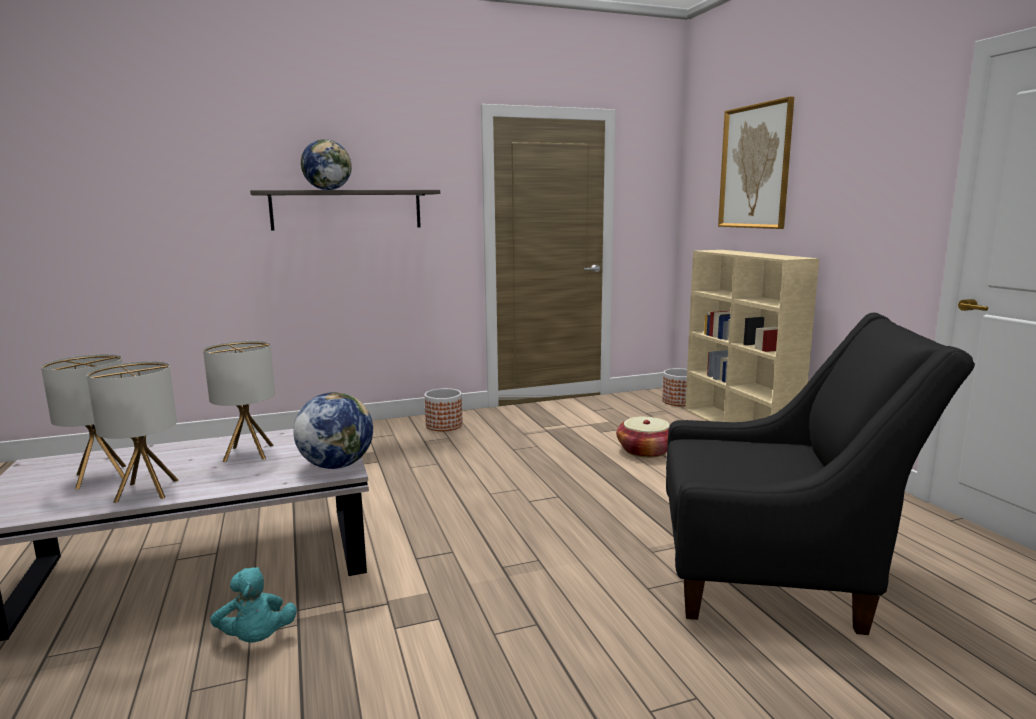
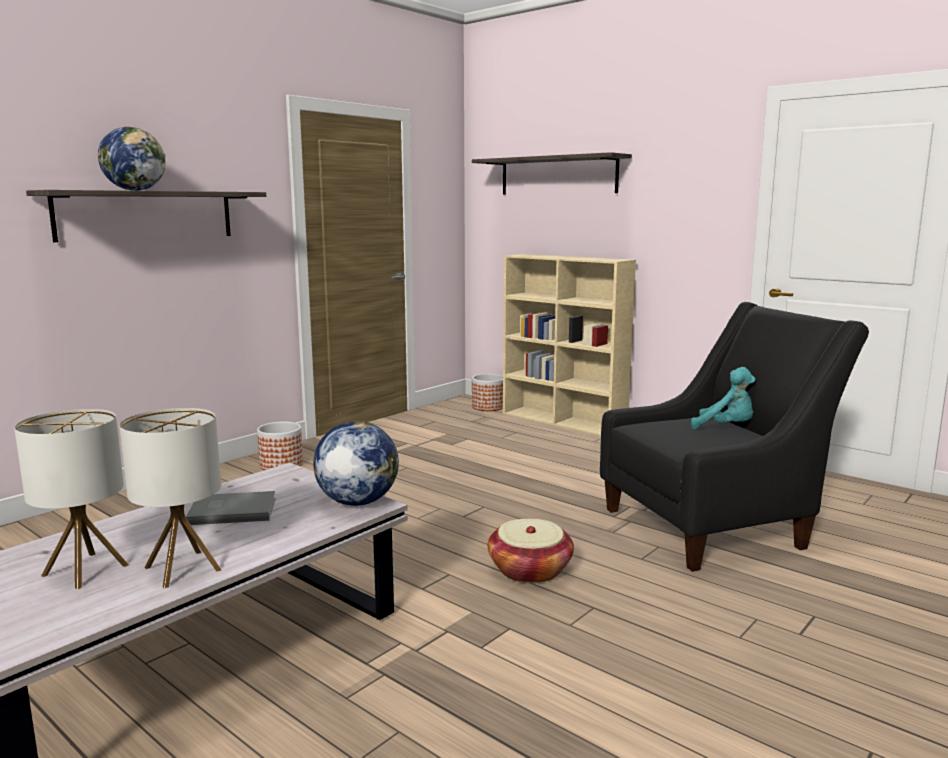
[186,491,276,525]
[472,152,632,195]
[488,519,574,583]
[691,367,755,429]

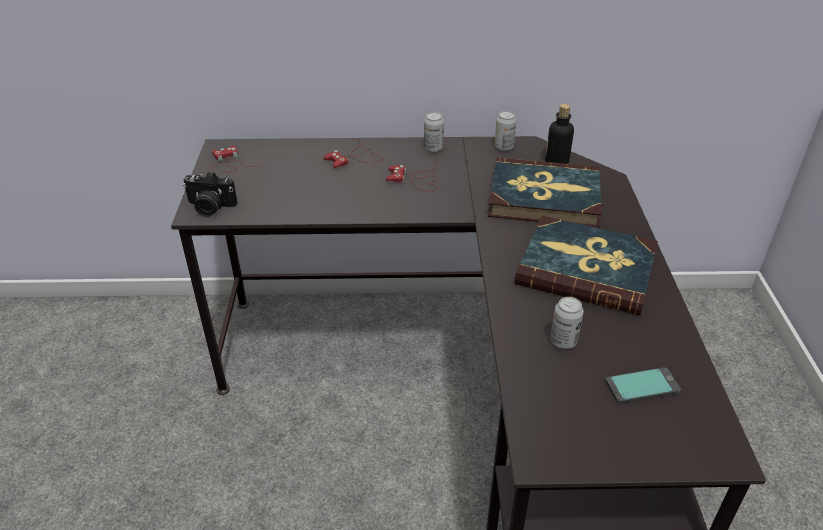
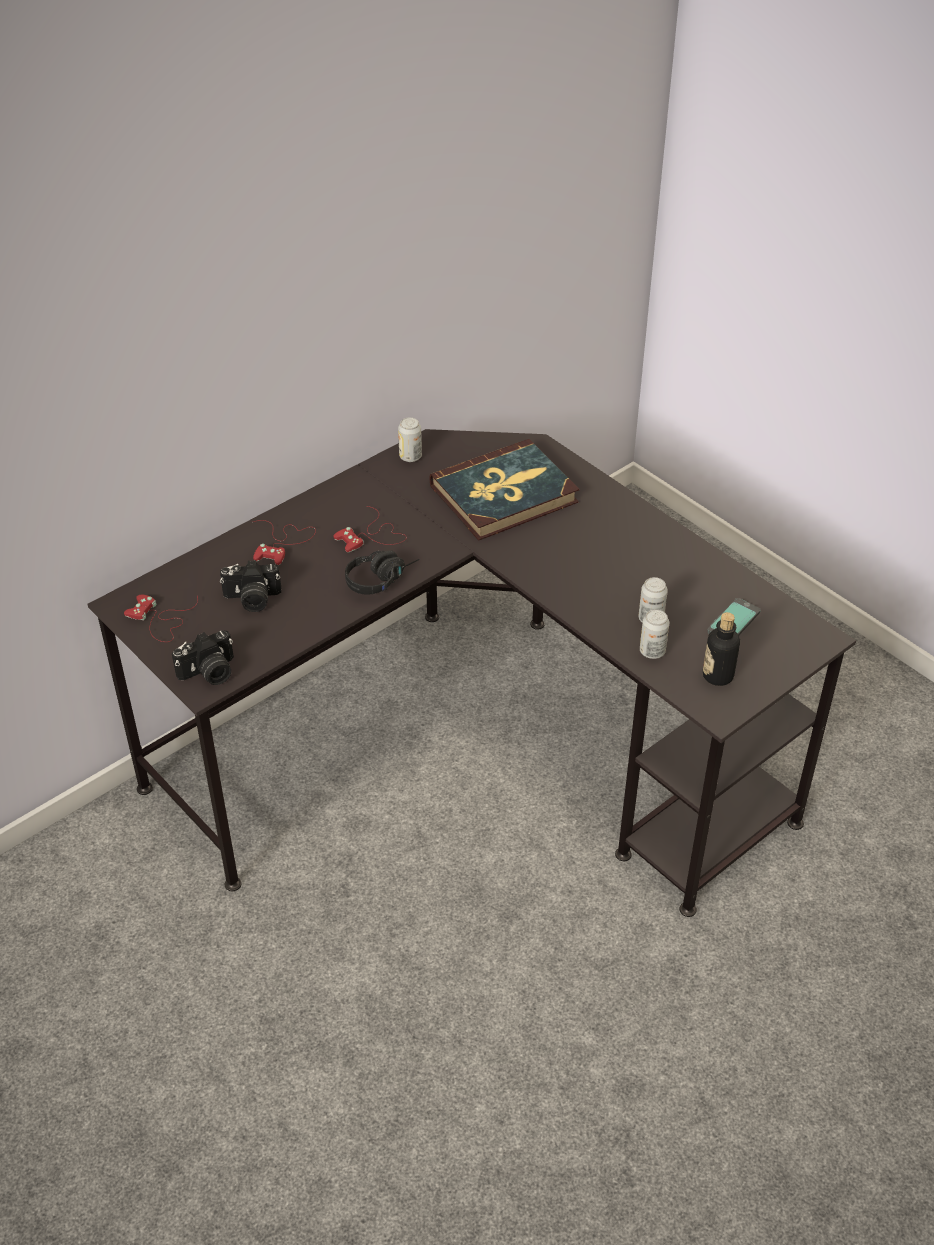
[220,560,281,612]
[345,550,420,595]
[640,609,669,659]
[703,612,740,686]
[515,216,658,316] (first image)

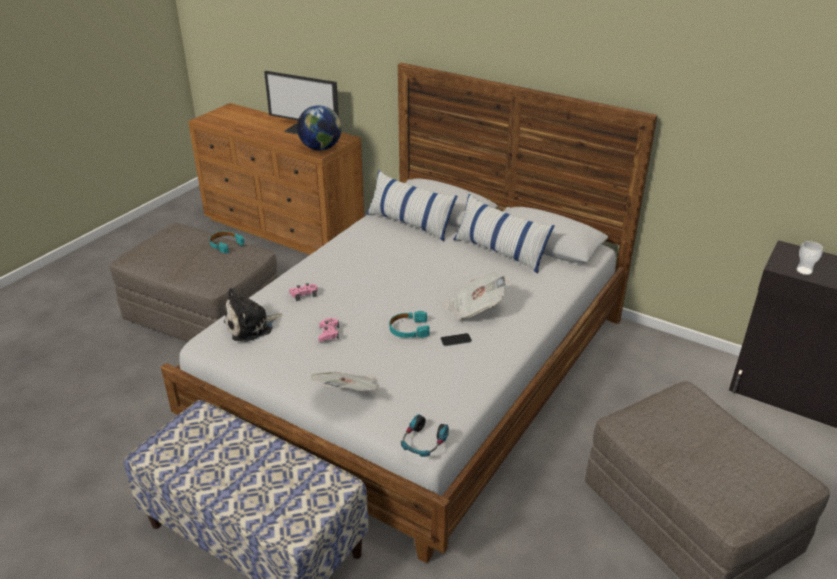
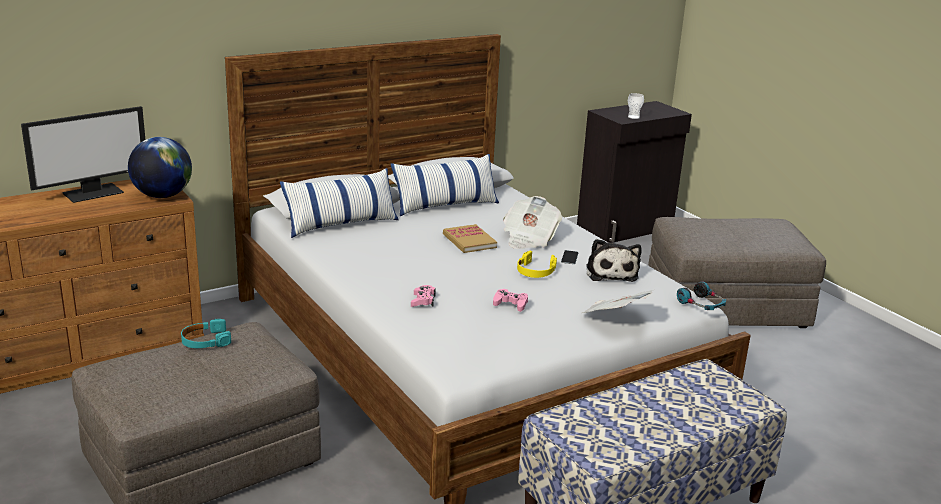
[443,224,497,253]
[517,251,557,278]
[586,239,642,282]

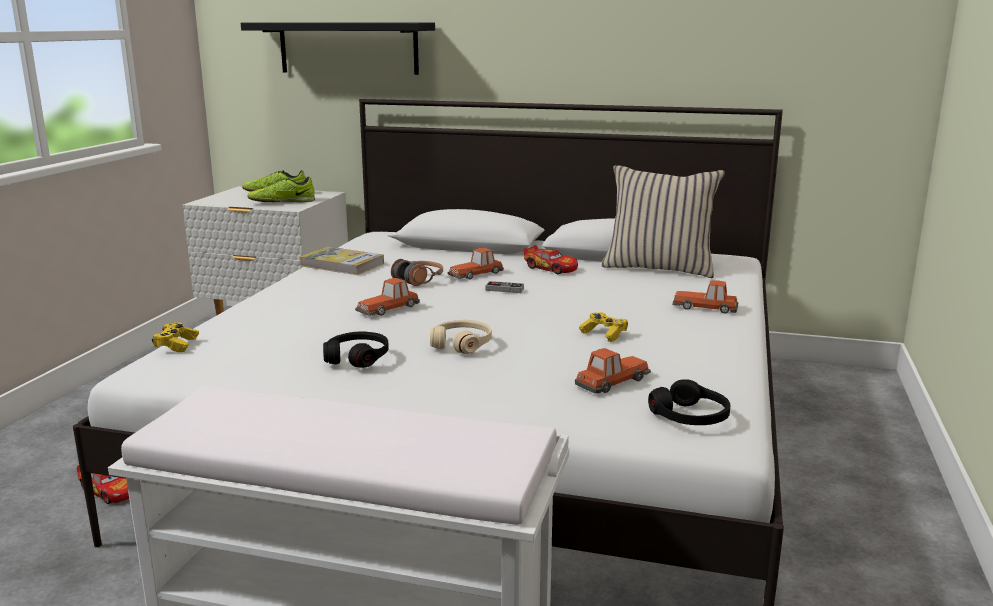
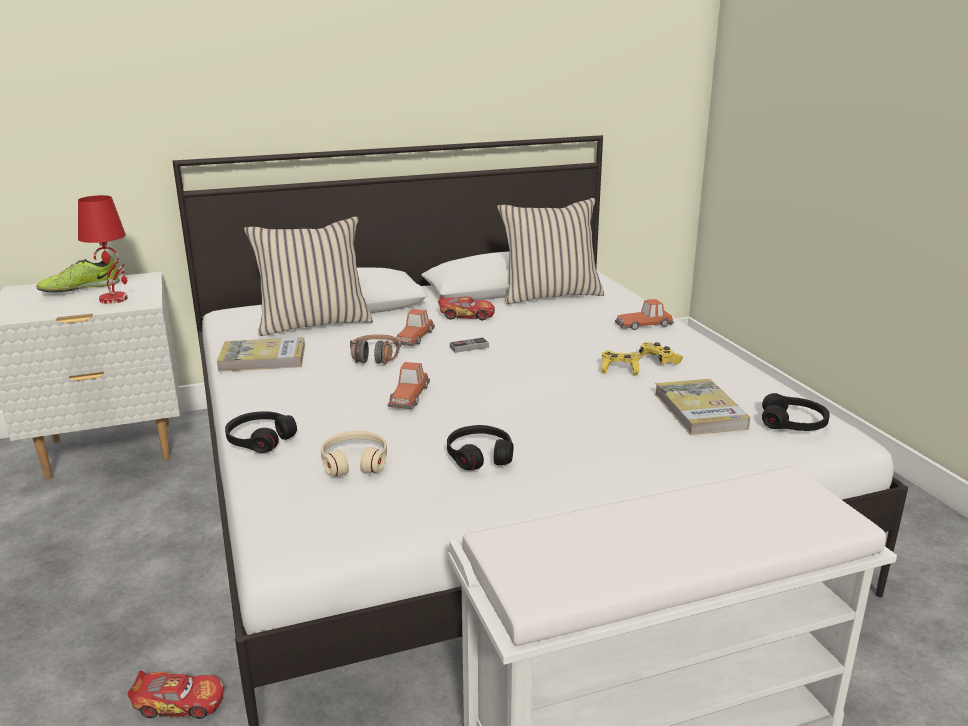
[78,195,128,304]
[225,411,297,453]
[244,216,373,336]
[321,430,387,476]
[639,342,683,365]
[655,379,750,435]
[241,22,435,75] (first image)

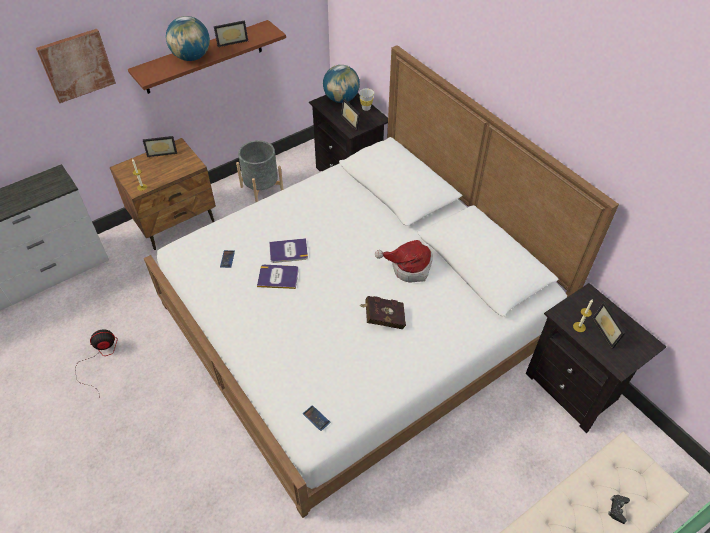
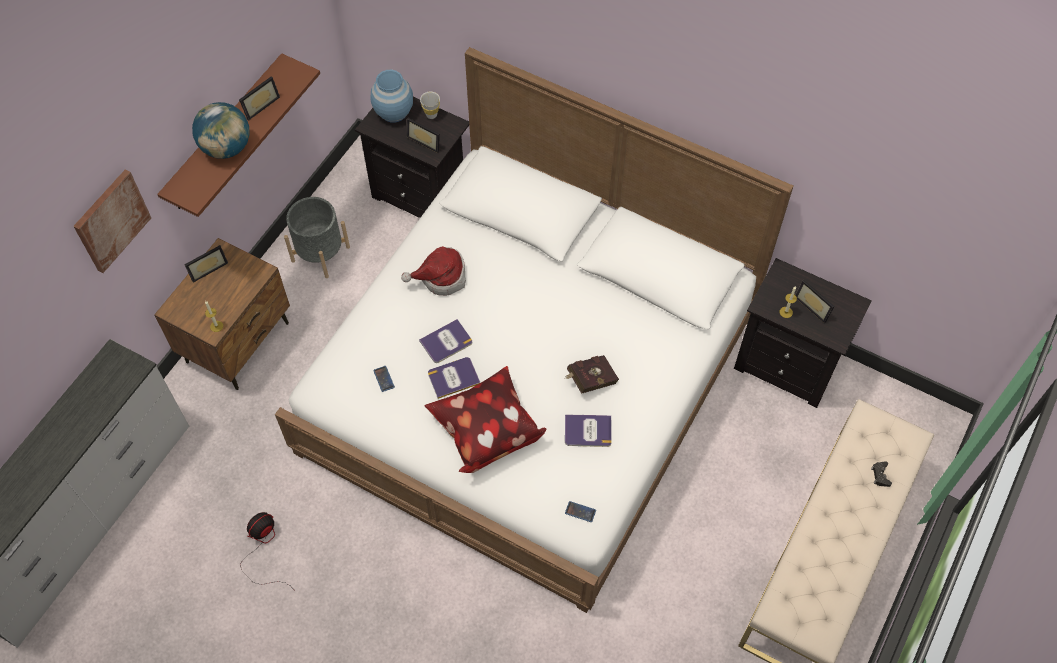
[371,70,413,123]
[401,246,466,296]
[424,366,546,473]
[565,414,612,447]

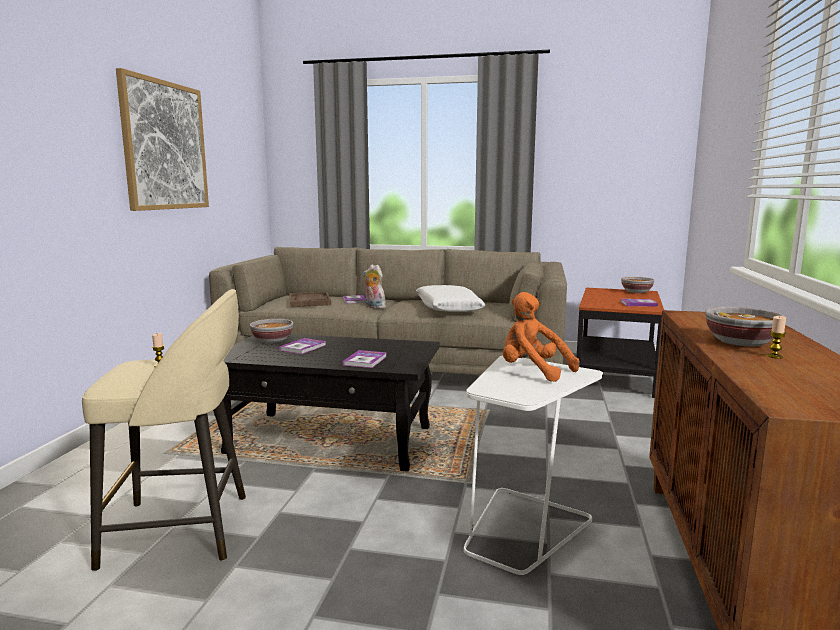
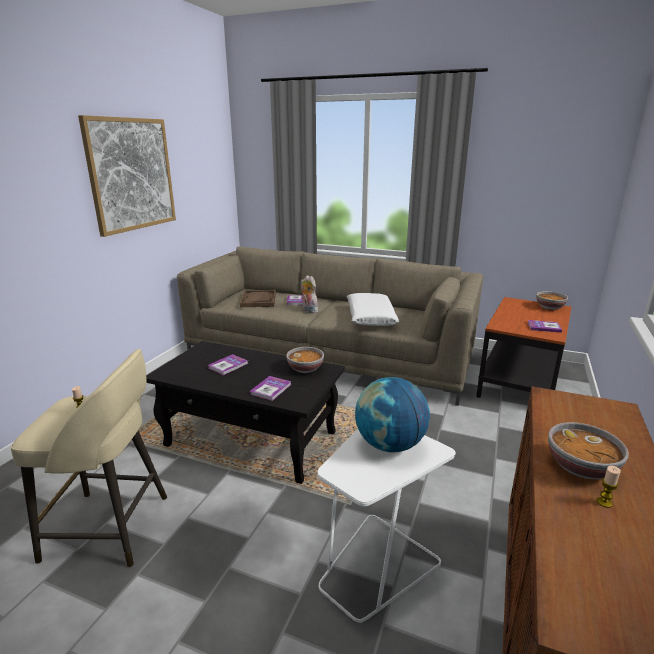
[286,347,324,373]
[355,377,430,453]

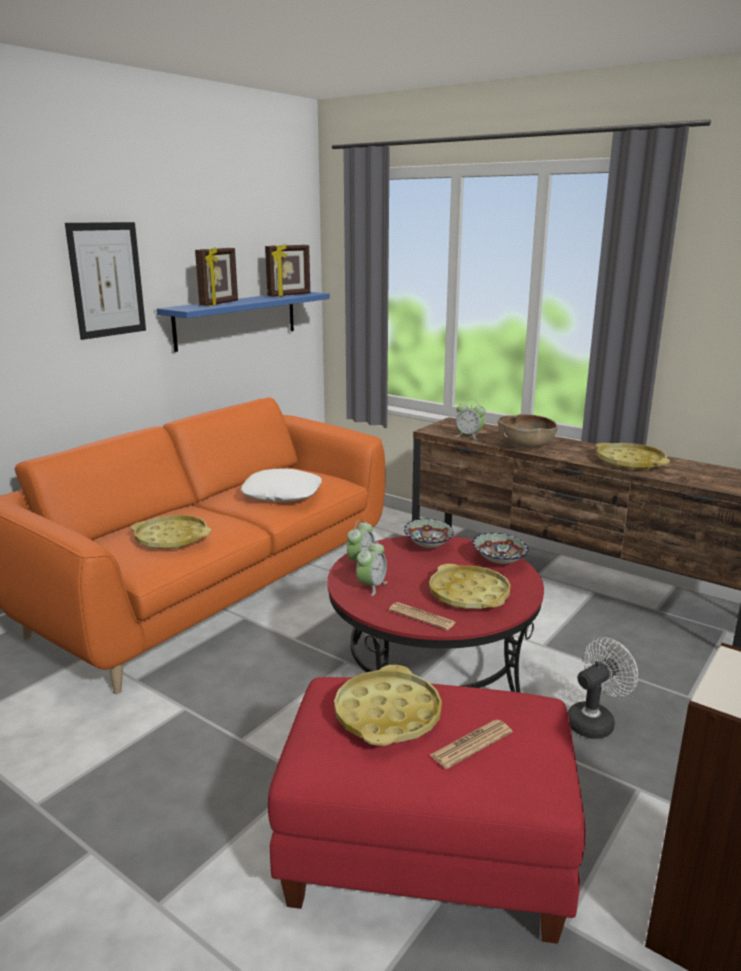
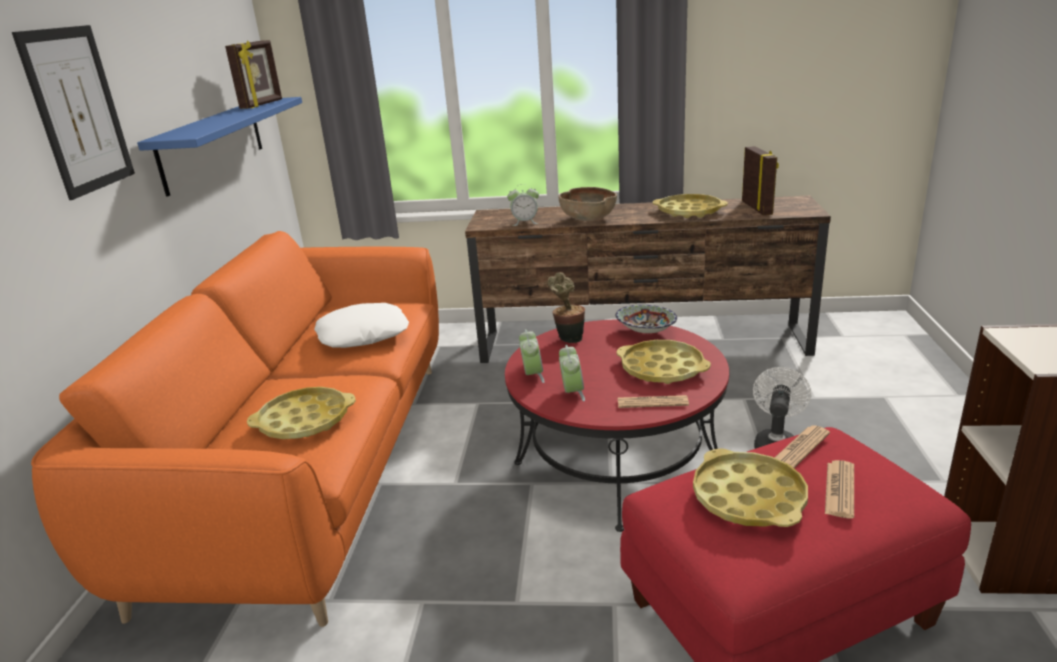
[547,272,585,343]
[742,146,779,215]
[775,425,830,468]

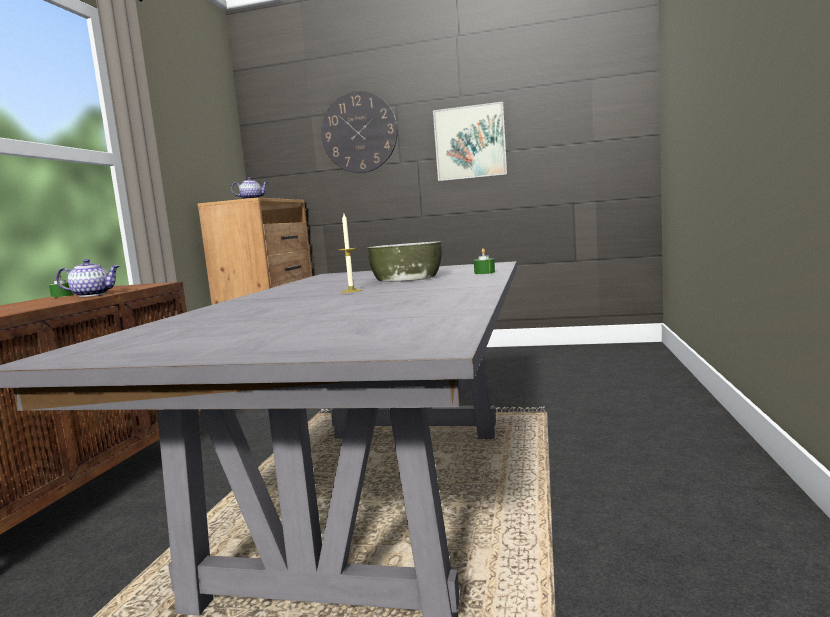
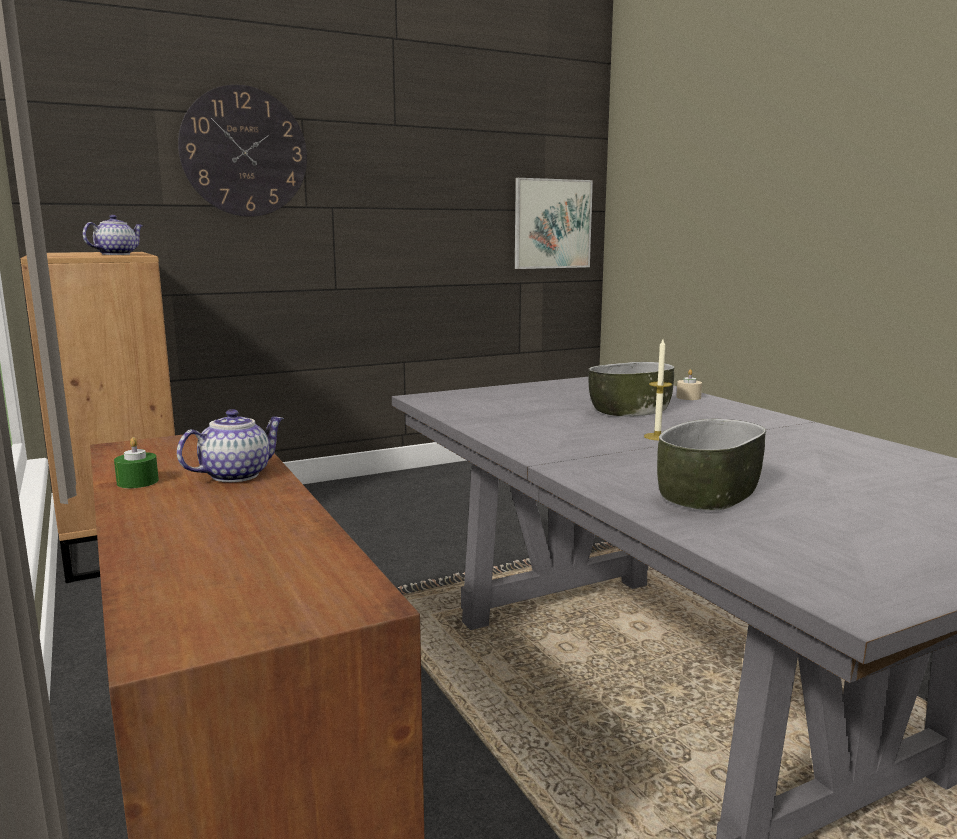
[515,178,593,269]
[657,419,766,511]
[676,369,702,400]

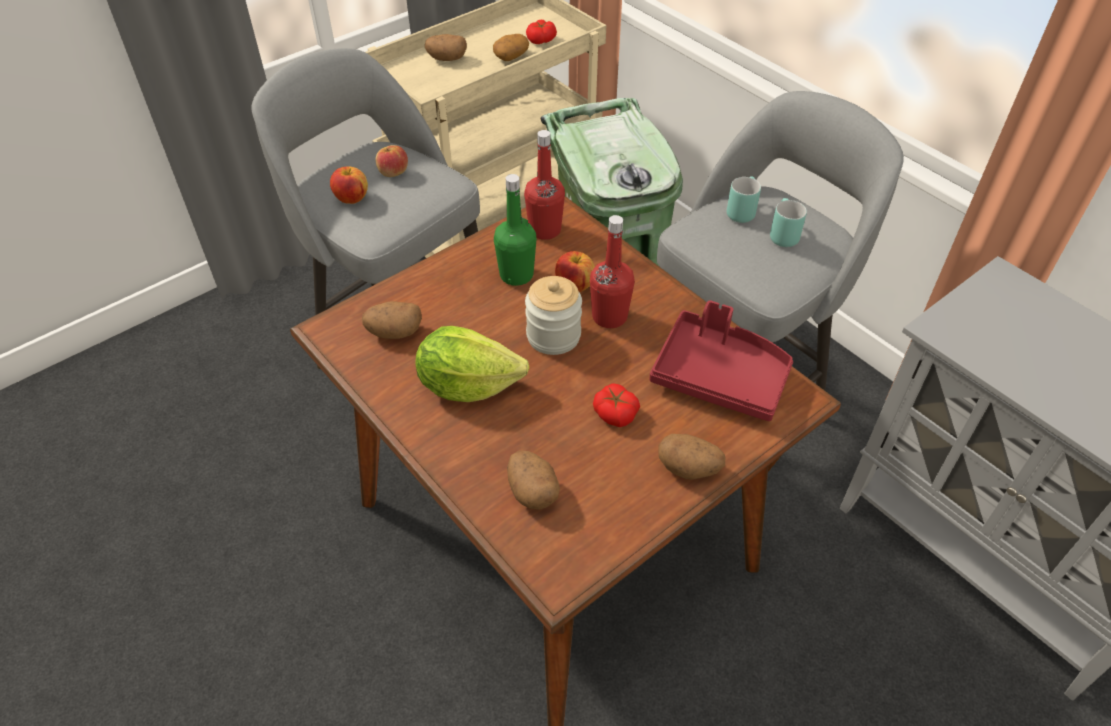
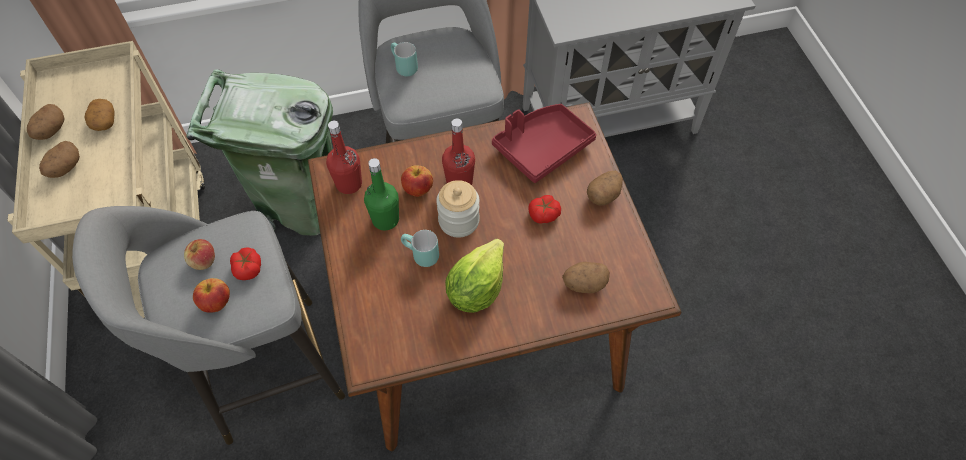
[27,104,65,140]
[230,247,261,280]
[401,230,439,267]

